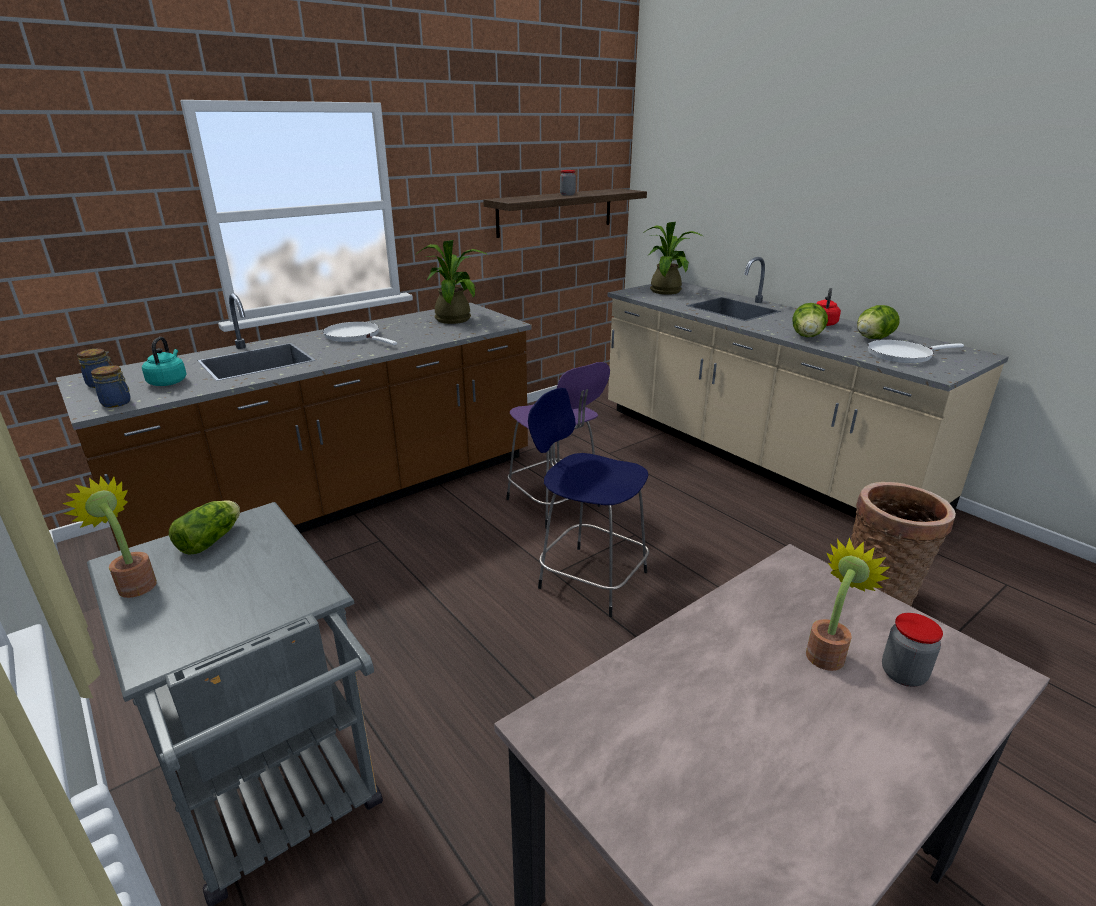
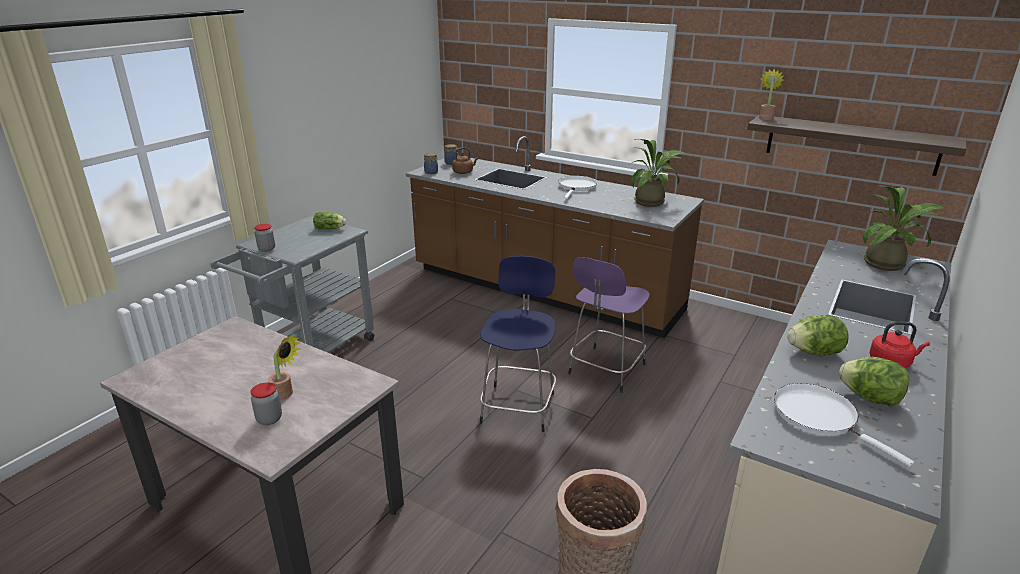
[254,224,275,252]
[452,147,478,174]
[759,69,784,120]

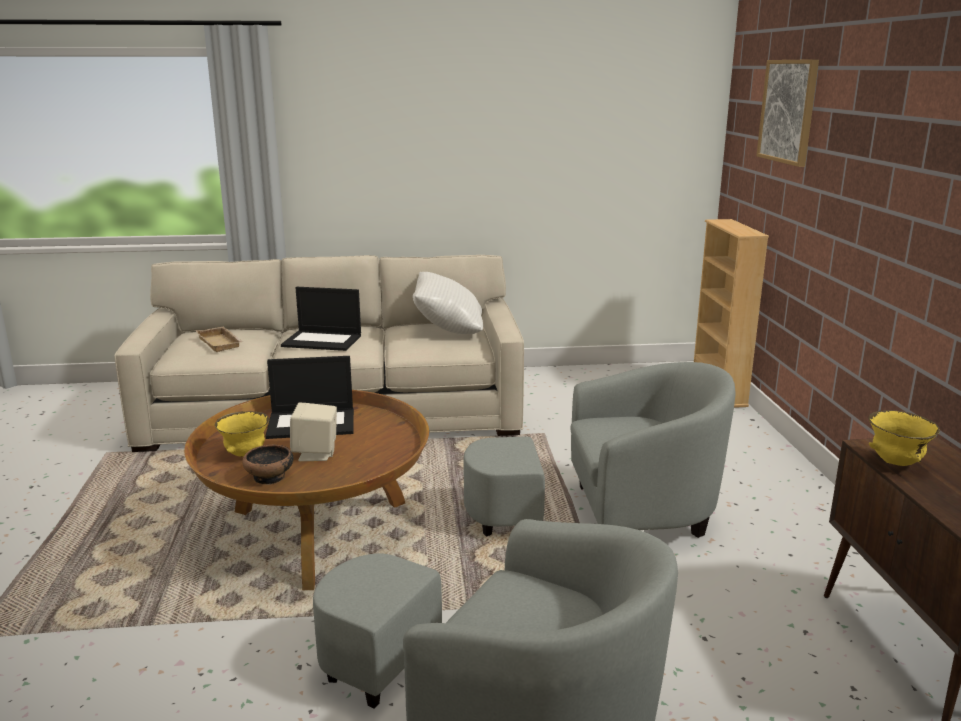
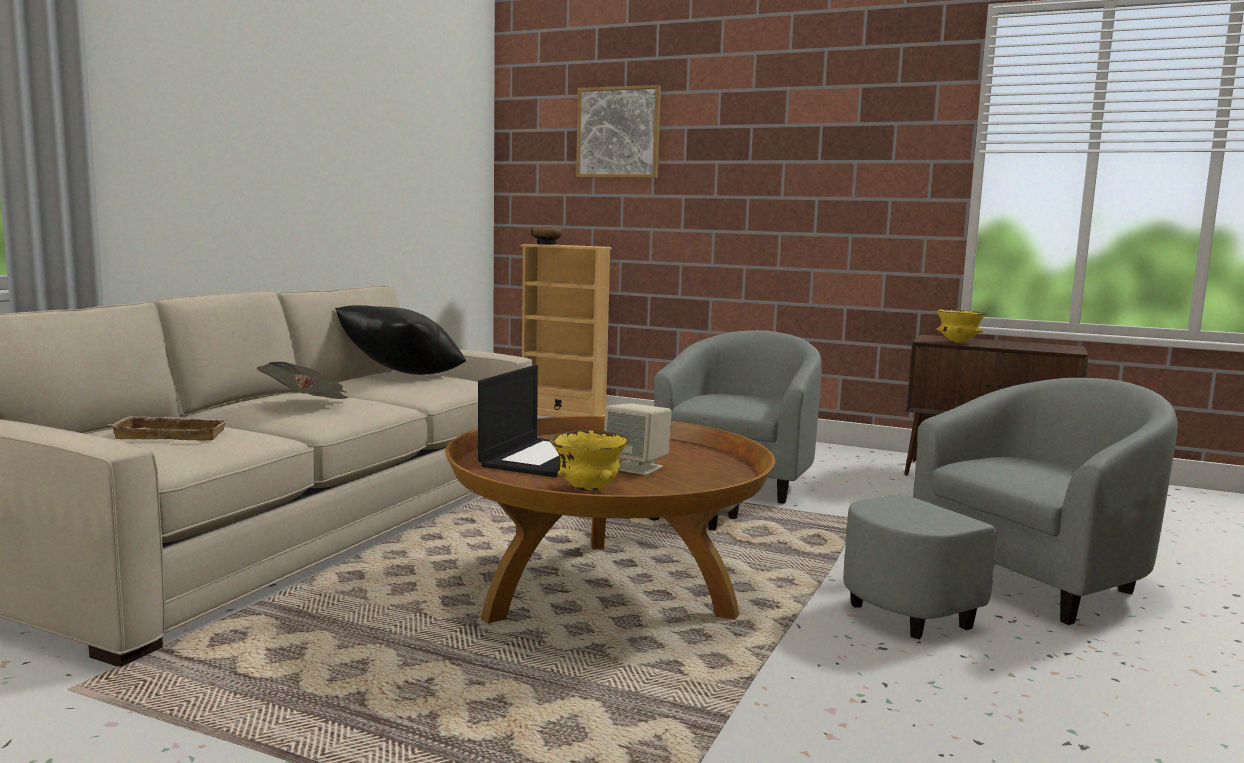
[257,362,349,399]
[335,305,466,375]
[531,227,563,245]

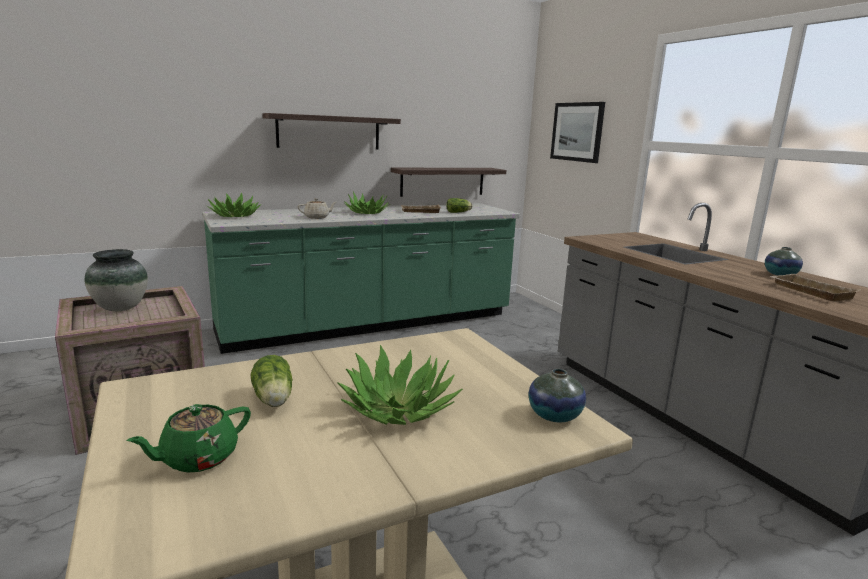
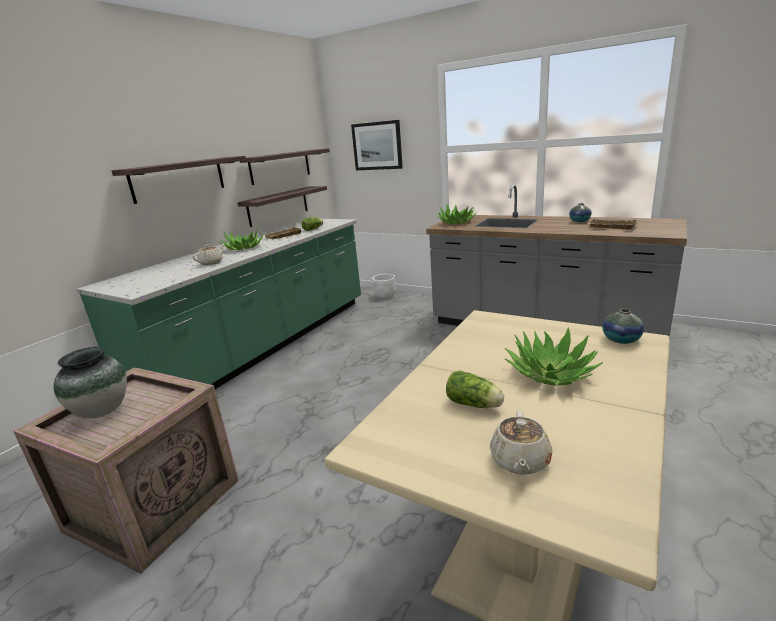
[240,148,330,185]
[372,274,395,299]
[436,204,477,224]
[490,410,552,475]

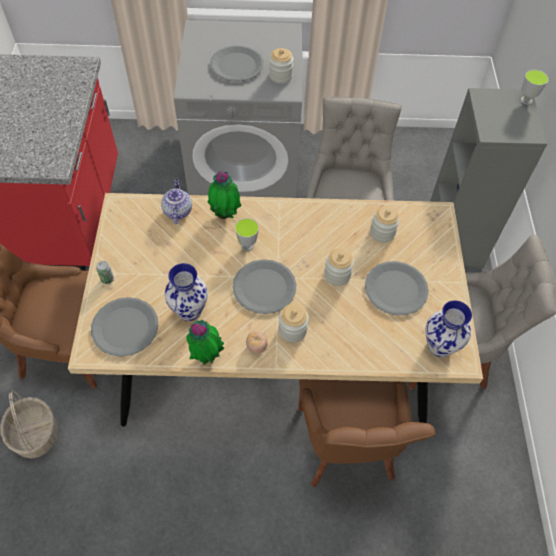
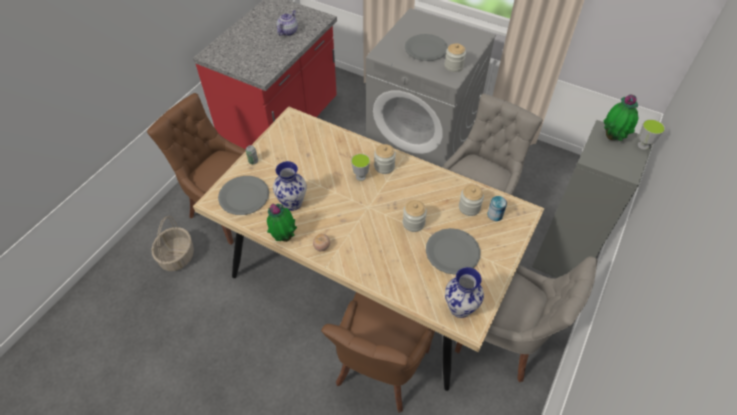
[277,10,298,36]
[374,144,396,174]
[487,196,507,221]
[604,95,638,141]
[233,259,296,314] (first image)

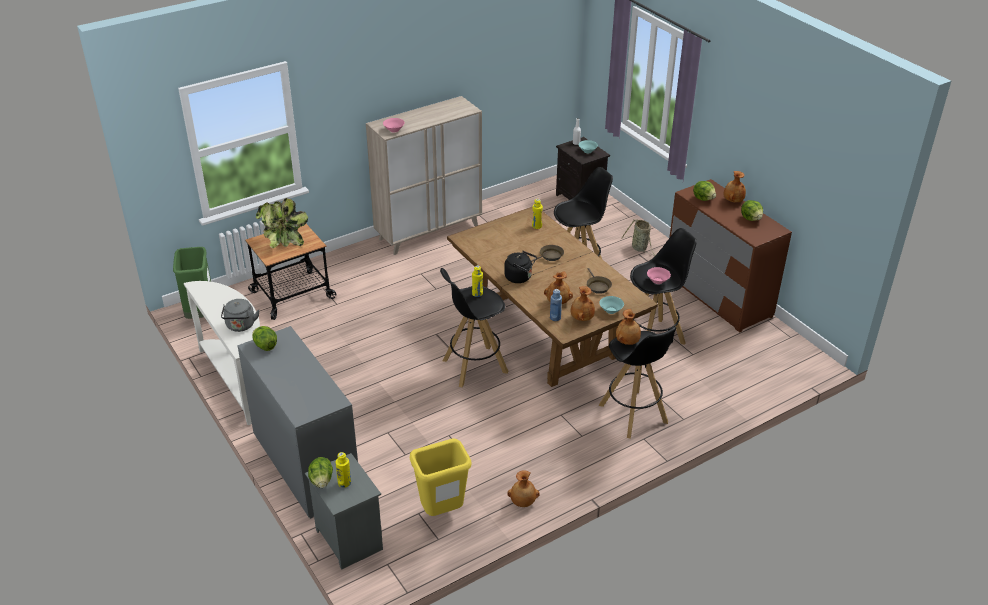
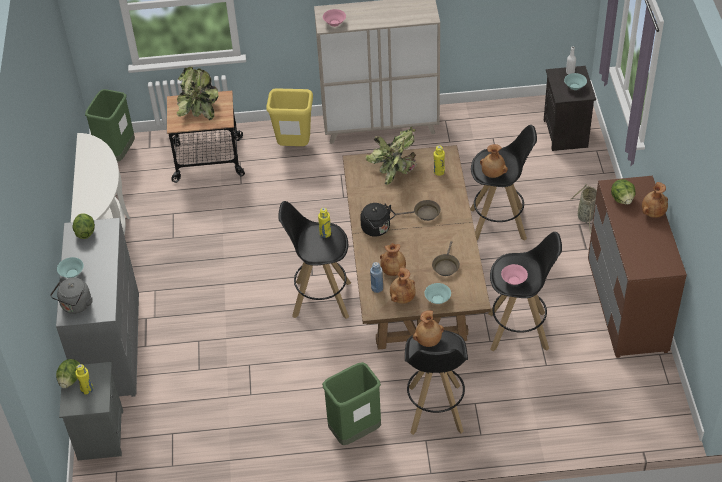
[50,277,93,314]
[57,257,84,278]
[266,88,313,146]
[322,362,381,445]
[365,127,417,185]
[480,144,508,178]
[741,200,763,221] (first image)

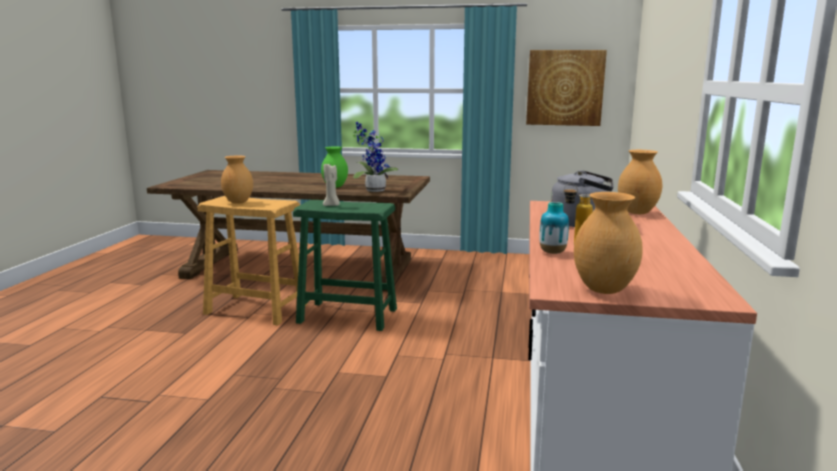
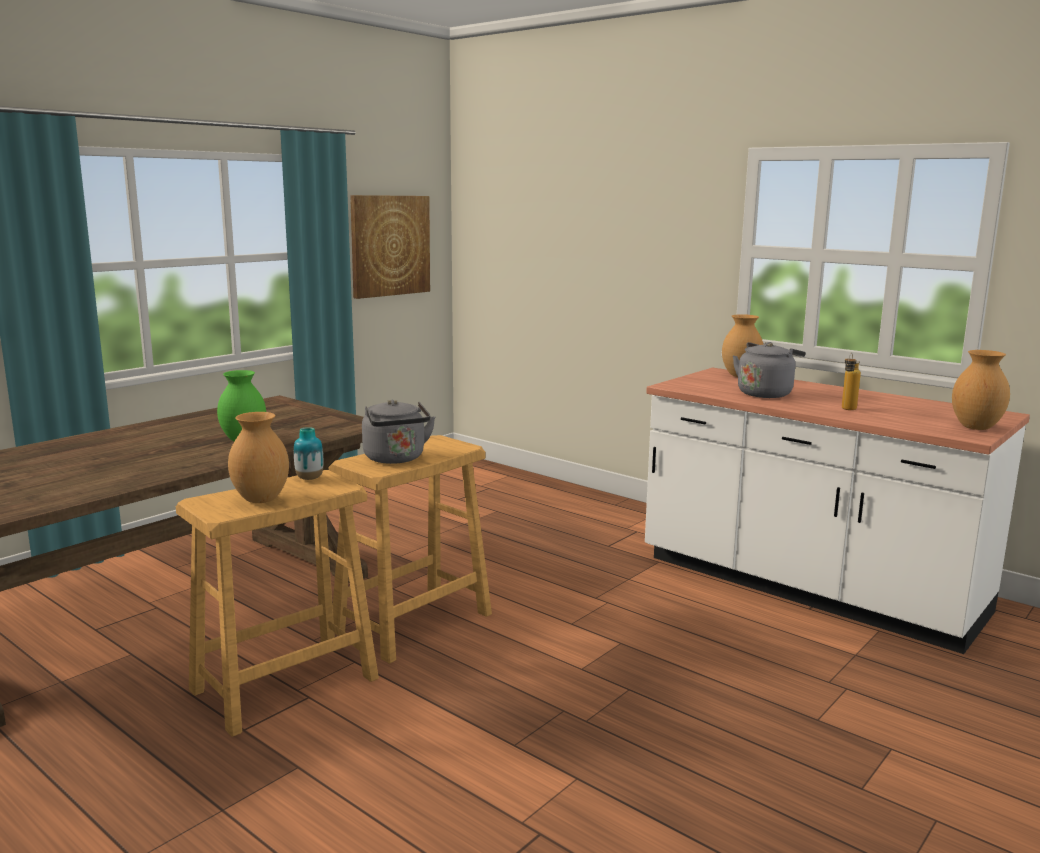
[294,427,323,480]
[329,435,492,664]
[362,400,435,464]
[353,122,399,192] (first image)

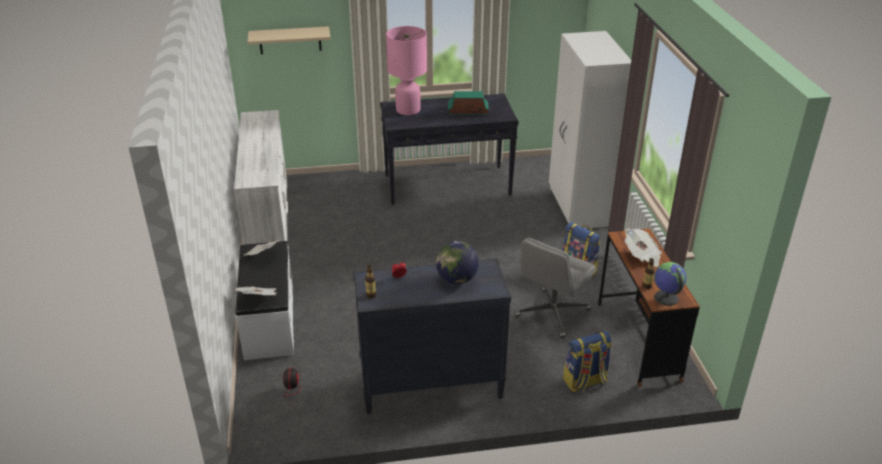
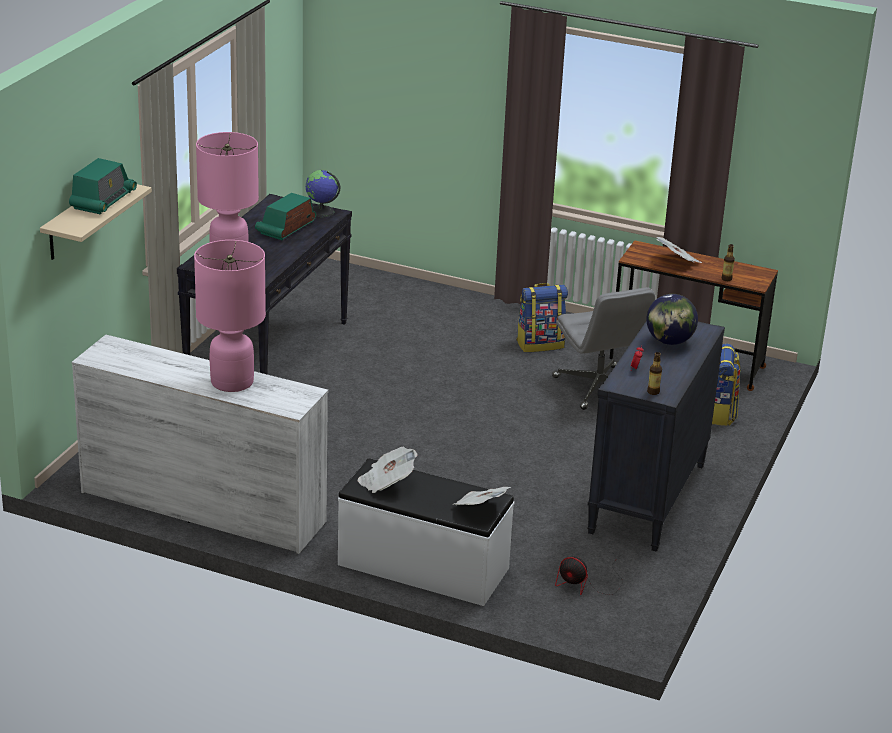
[69,158,137,214]
[194,240,266,392]
[306,170,341,217]
[549,31,631,229] (first image)

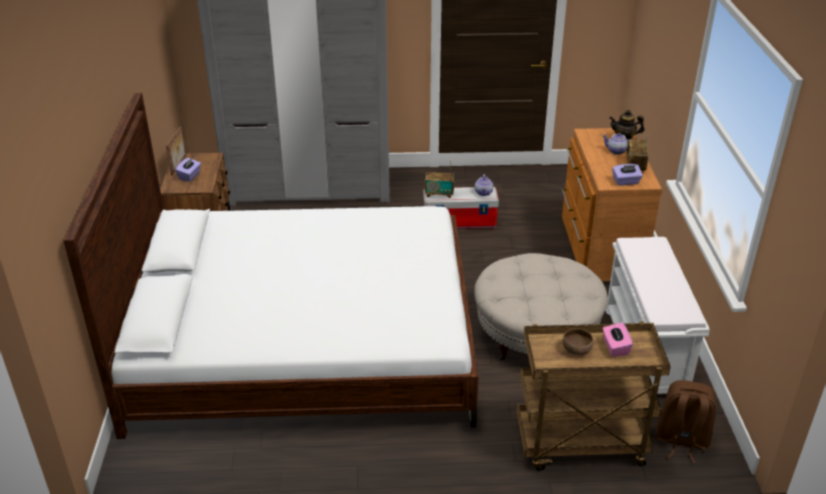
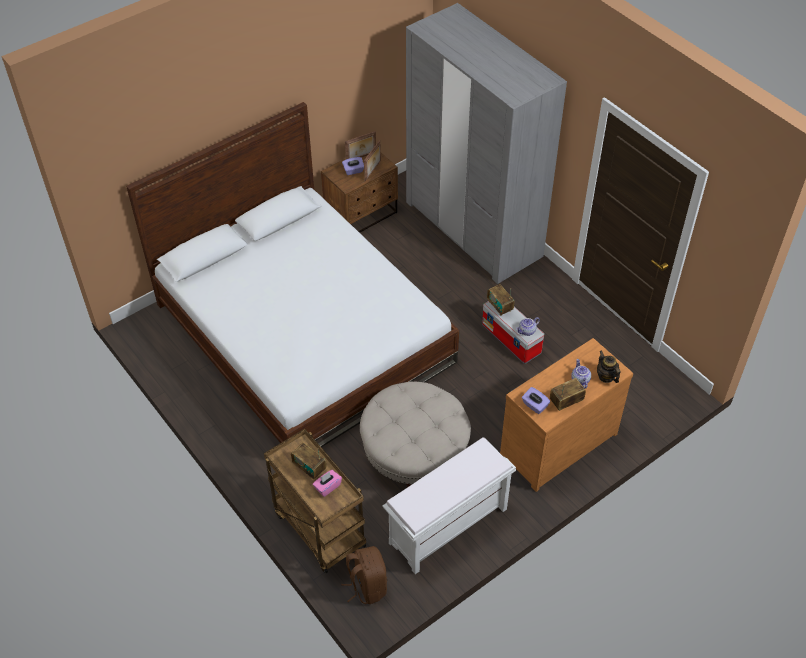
[291,443,326,480]
[364,140,381,181]

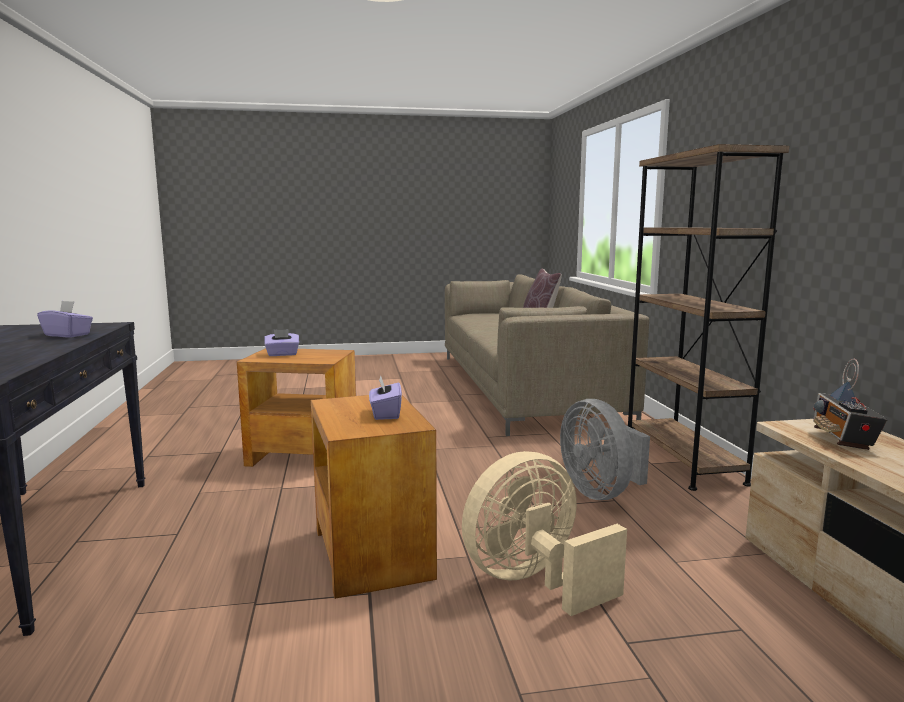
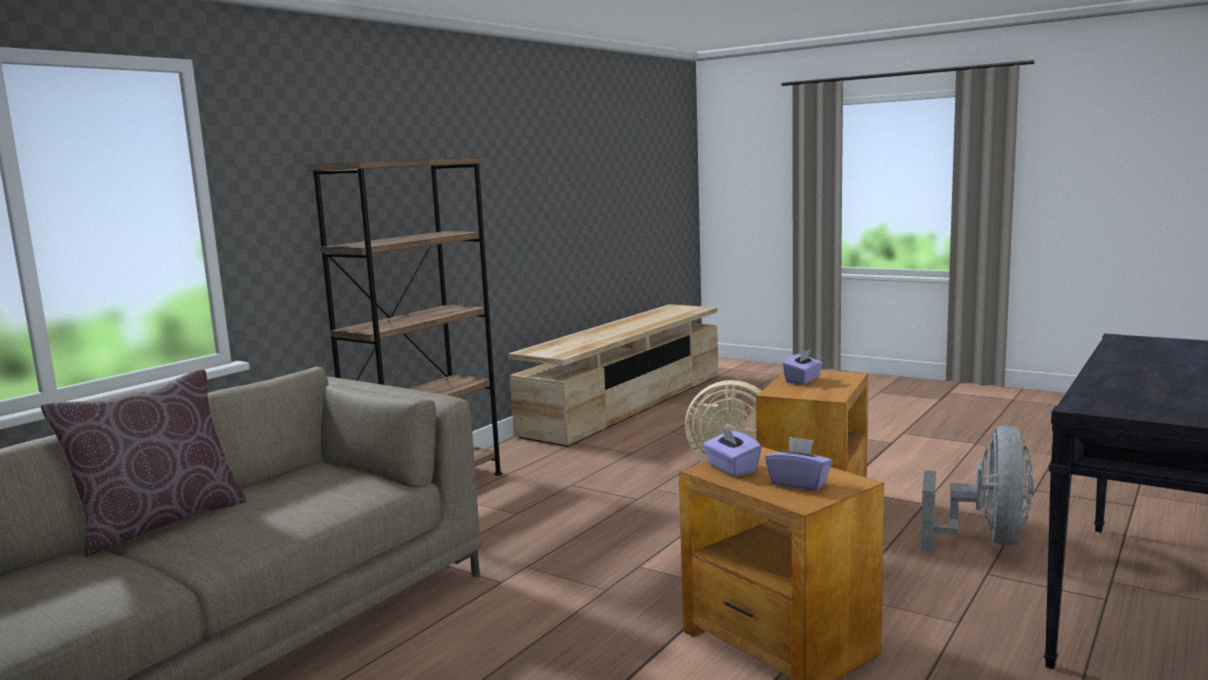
[703,425,762,477]
[921,426,1034,551]
[813,359,887,450] (first image)

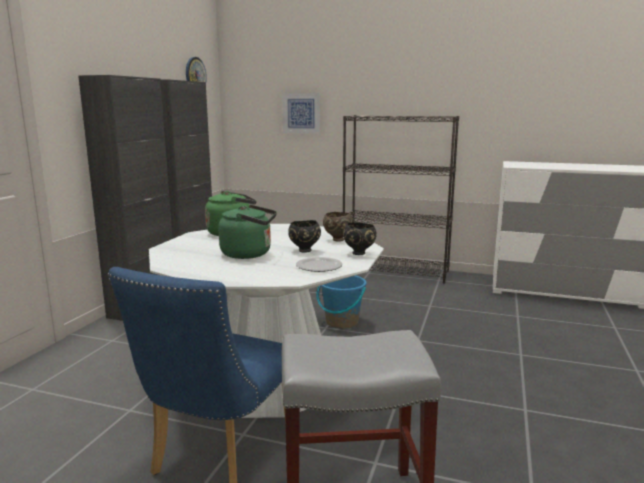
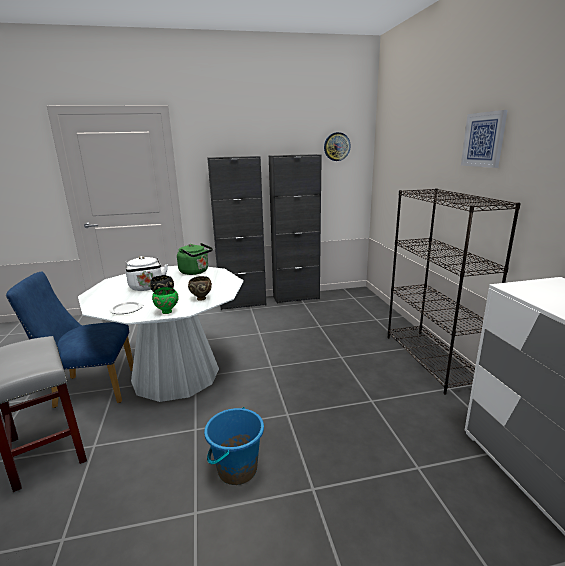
[126,256,168,291]
[152,287,179,314]
[204,407,264,485]
[461,110,508,168]

